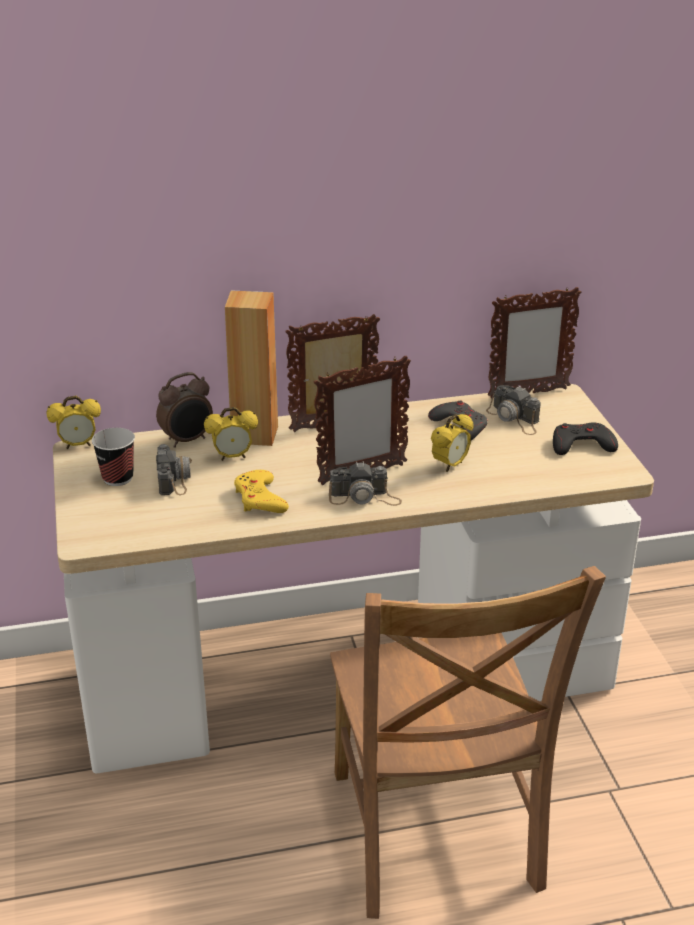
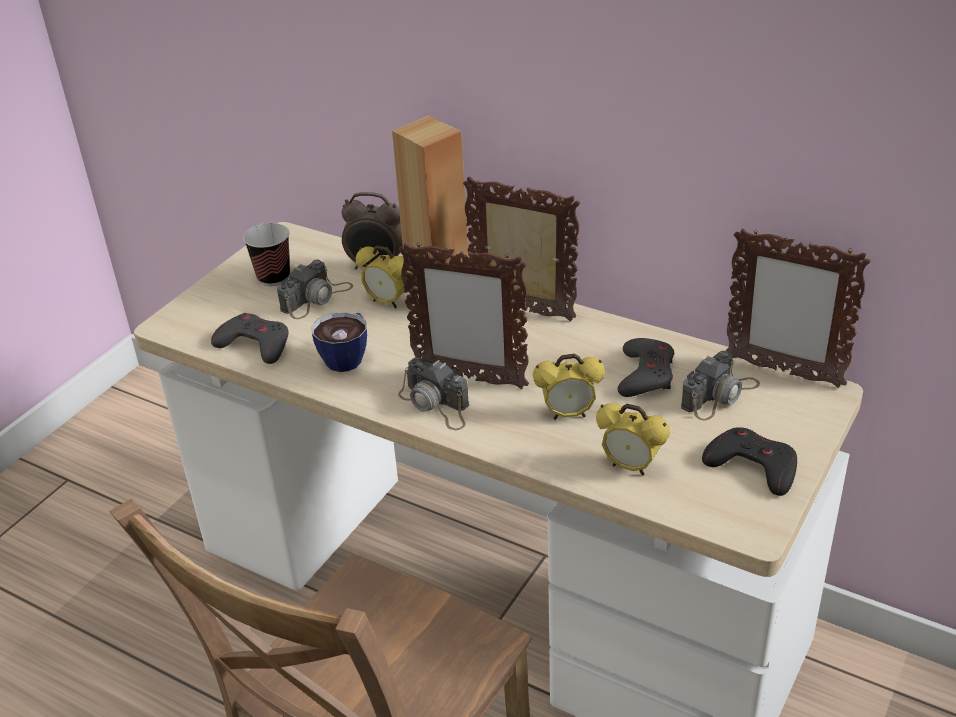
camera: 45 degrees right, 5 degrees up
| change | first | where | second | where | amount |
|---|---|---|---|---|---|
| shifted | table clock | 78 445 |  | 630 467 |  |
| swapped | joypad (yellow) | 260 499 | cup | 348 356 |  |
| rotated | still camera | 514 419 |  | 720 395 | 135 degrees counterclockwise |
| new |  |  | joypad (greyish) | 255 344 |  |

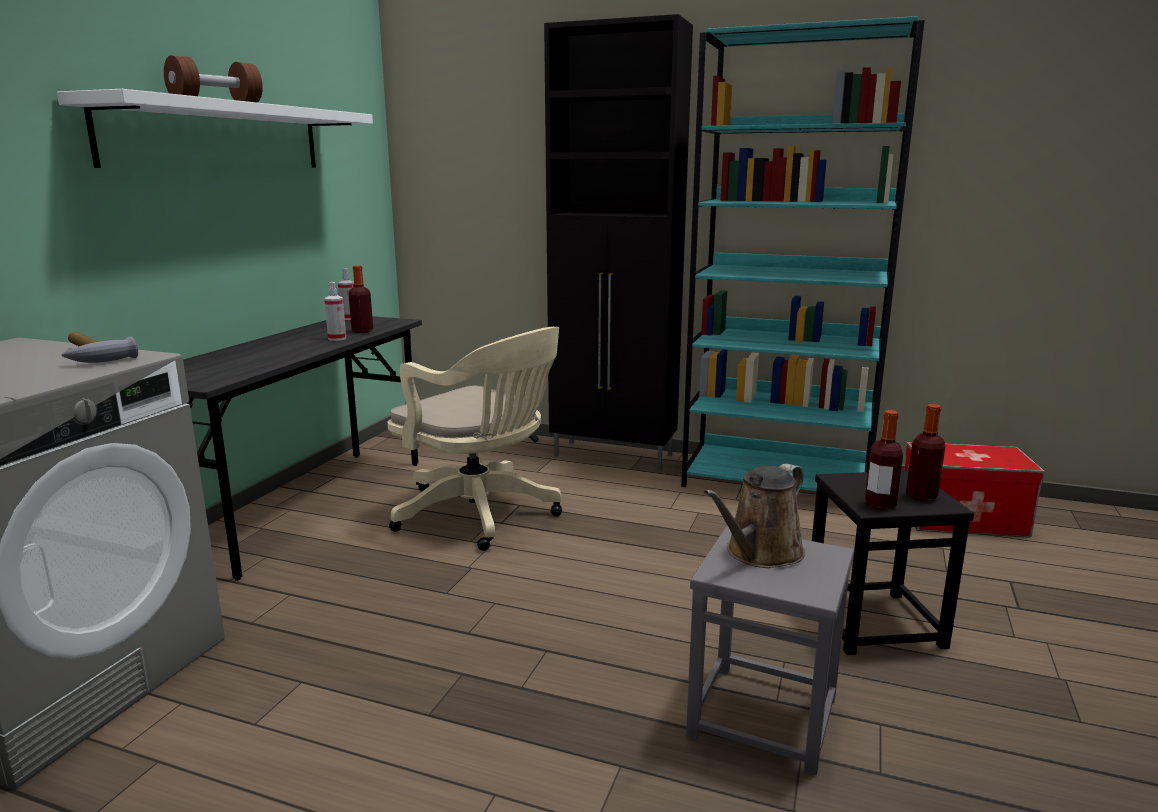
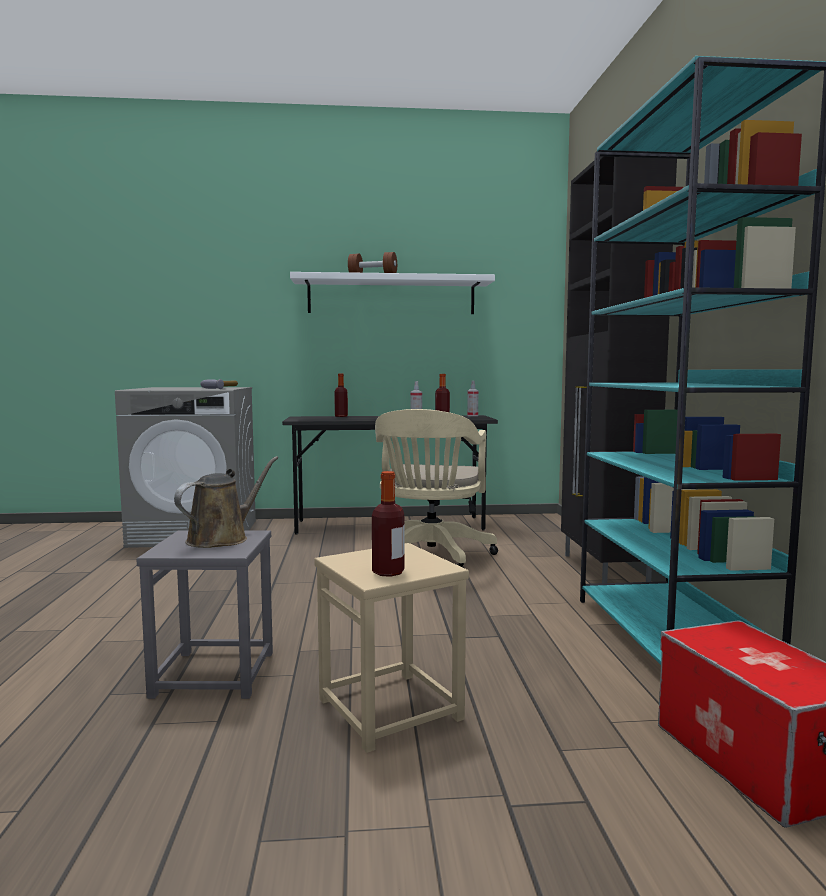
camera: 65 degrees right, 10 degrees down
| change | first | where | second | where | amount |
|---|---|---|---|---|---|
| rotated | sprinkling can (brown) | 760 553 |  | 222 538 | 105 degrees clockwise |
| repainted | sitting stool (black) | 873 622 | sitting stool (beige-coloured) | 391 709 |  |
| shifted | beverage bottle | 880 504 |  | 341 416 |  |

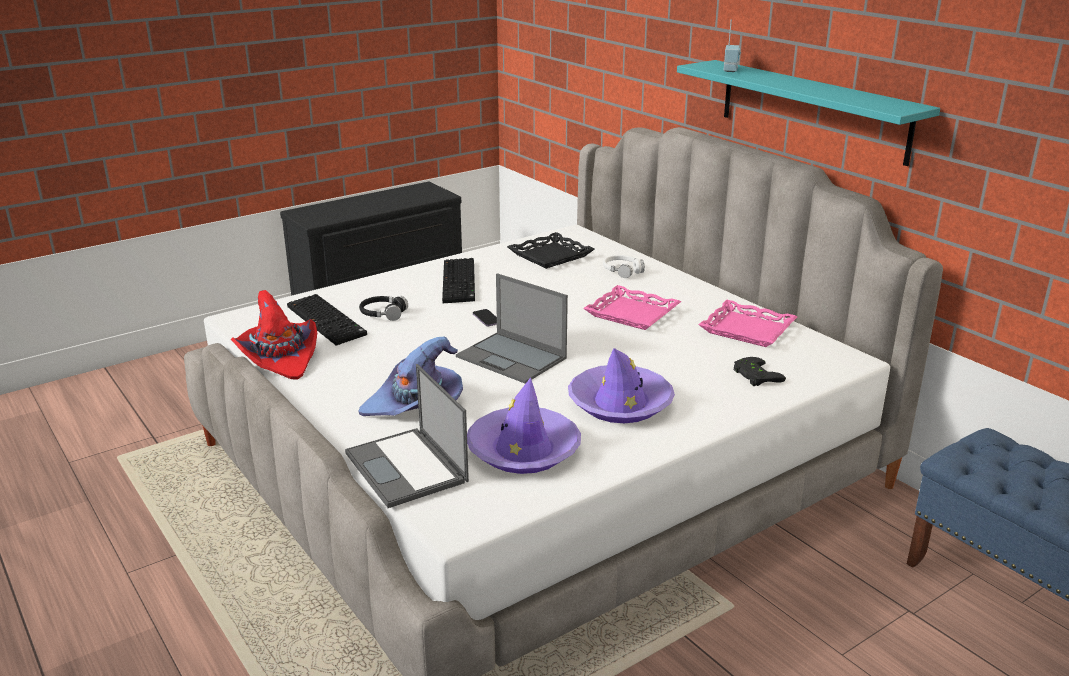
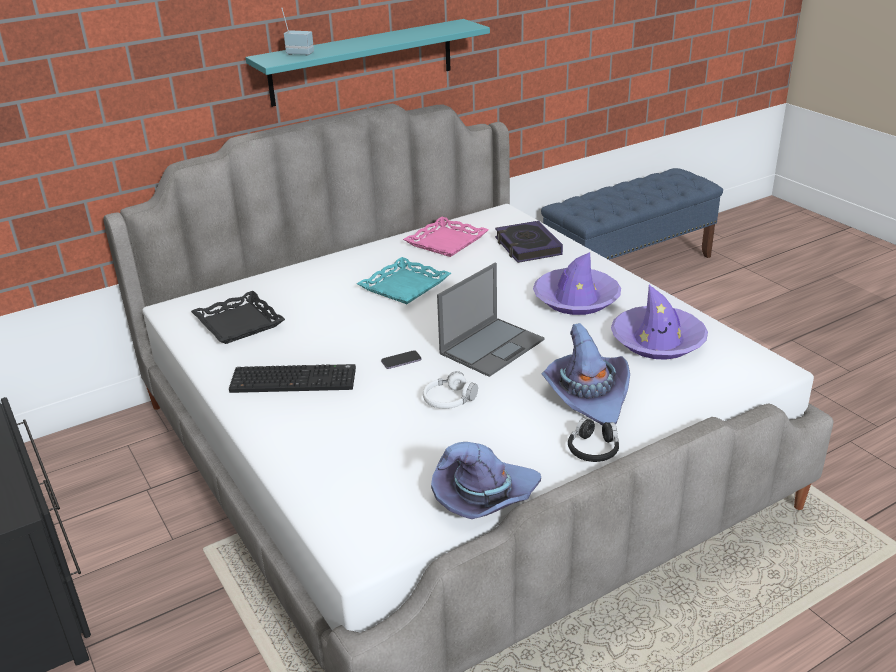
camera: 85 degrees left, 5 degrees up
| change | first | where | second | where | amount |
|---|---|---|---|---|---|
| repainted | clothing hat (red) | 280 357 | clothing hat (purple-coloured) | 484 497 |  |
| gone | computer keyboard | 328 321 |  |  |  |
| gone | laptop | 407 468 |  |  |  |
| shifted | headset (black) | 383 314 |  | 593 449 |  |
| repainted | tray (pinkish) | 631 314 | tray (blue-green) | 405 287 |  |
| shifted | headset (white) | 622 271 |  | 449 399 |  |
| swapped | joypad (black) | 754 376 | bound book | 527 247 |  |

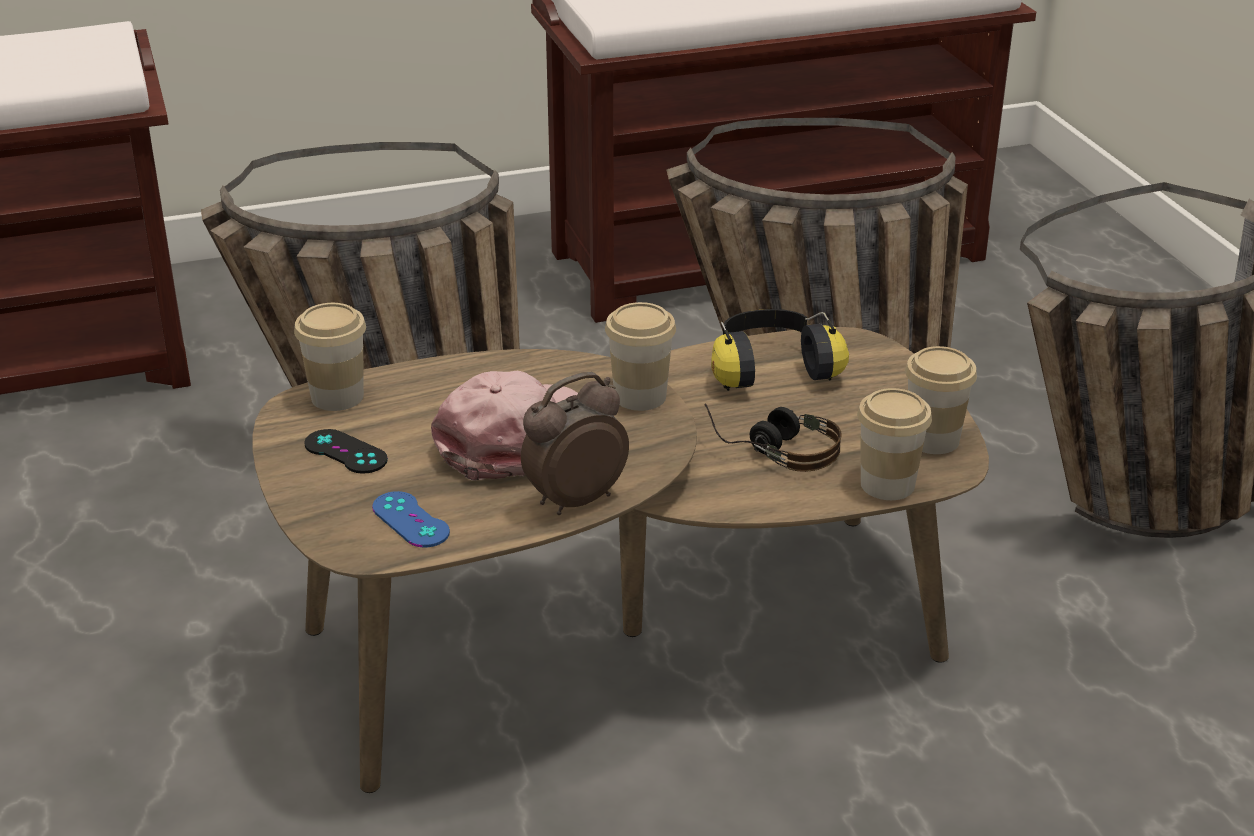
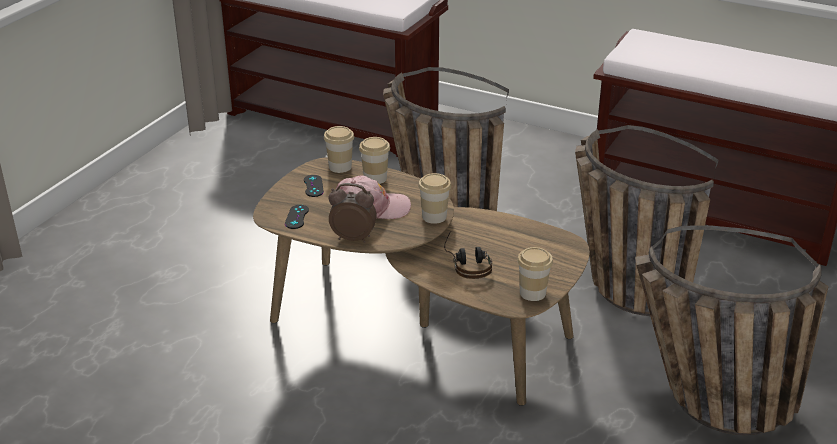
camera: 45 degrees right, 0 degrees up
| change | first | where | second | where | amount |
|---|---|---|---|---|---|
| repainted | joypad (bluish) | 410 520 | joypad (black) | 296 217 |  |
| gone | headset | 771 369 |  |  |  |
| shifted | cup | 887 484 |  | 375 178 |  |

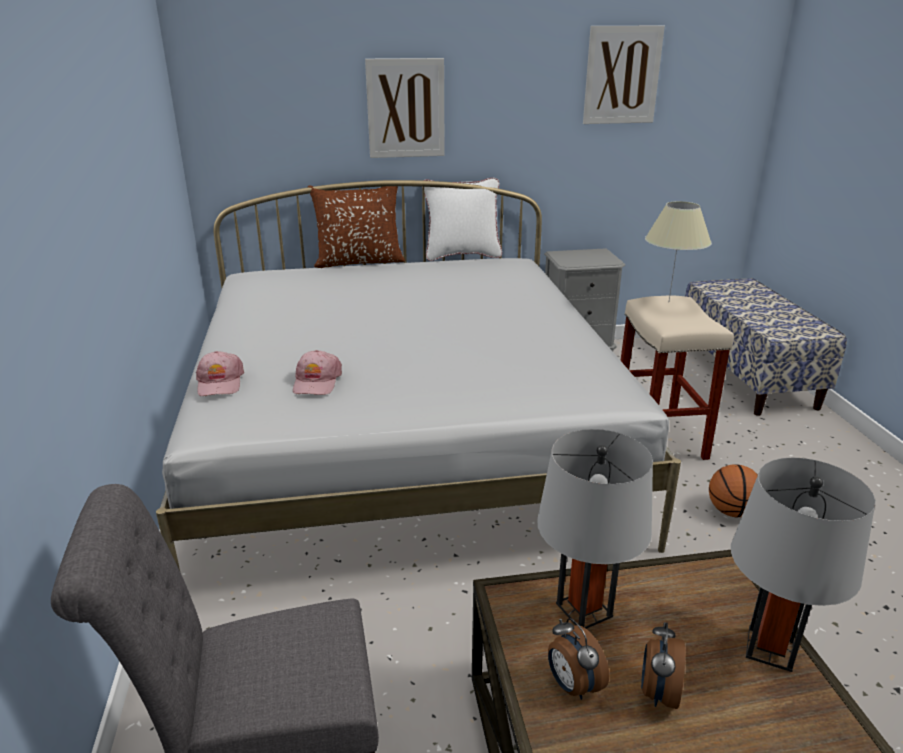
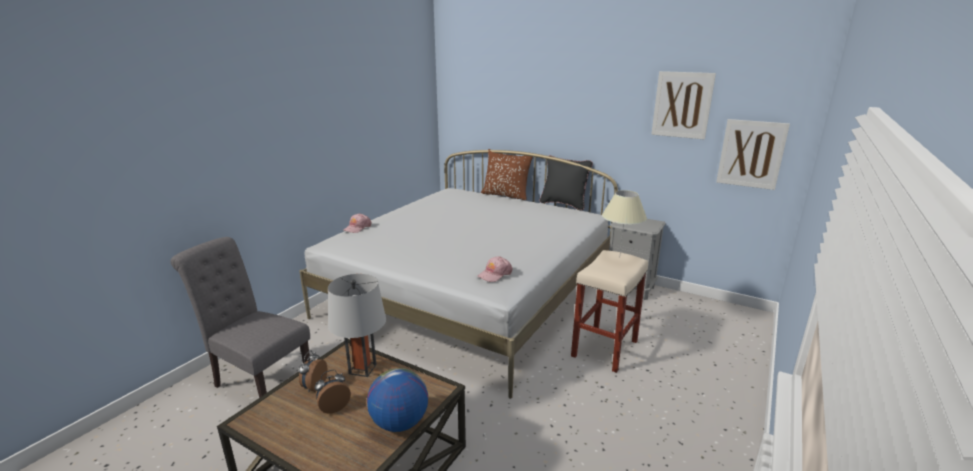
camera: 40 degrees right, 5 degrees down
| change | first | where | second | where | amount |
|---|---|---|---|---|---|
| shifted | cap (pinkish) | 316 382 |  | 495 274 |  |
| shifted | wall art | 406 108 |  | 751 154 |  |
| repainted | cushion (white) | 462 255 | cushion (black) | 564 204 |  |
| gone | indoor bench | 746 376 |  |  |  |
| gone | basketball | 731 512 |  |  |  |
| swapped | tabletop lamp (greyish) | 770 648 | desk globe | 399 423 |  |

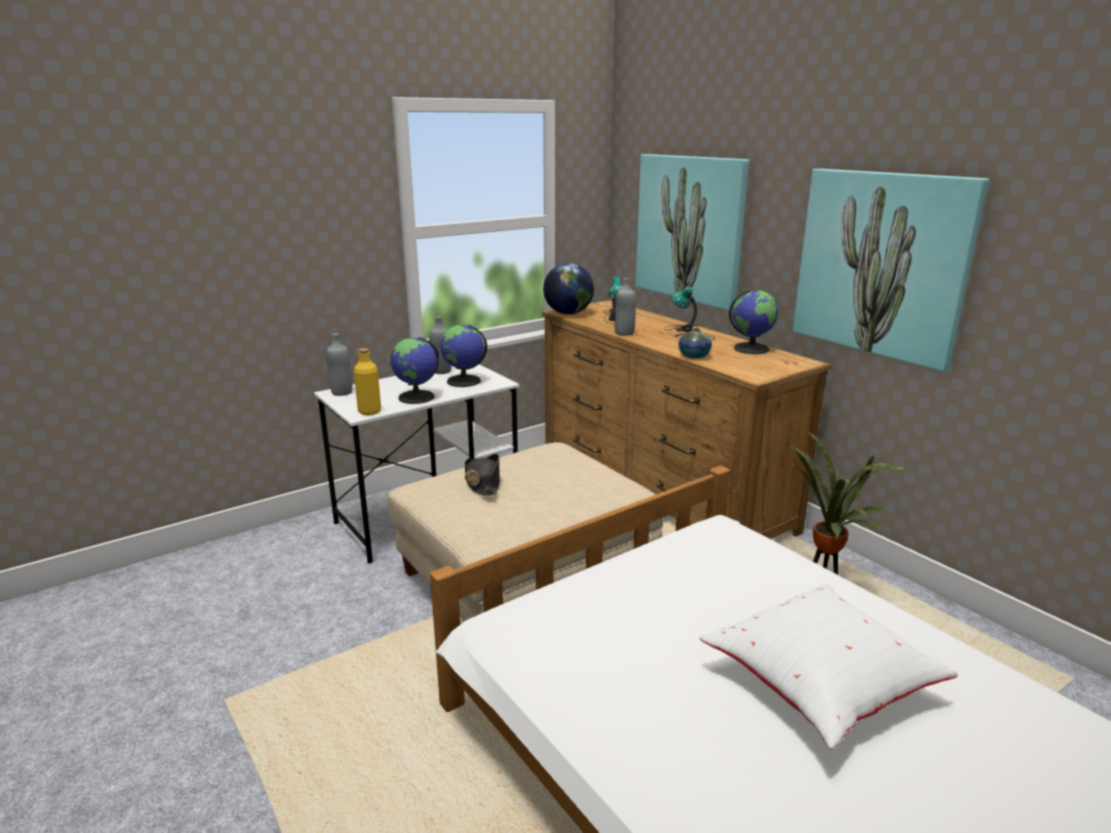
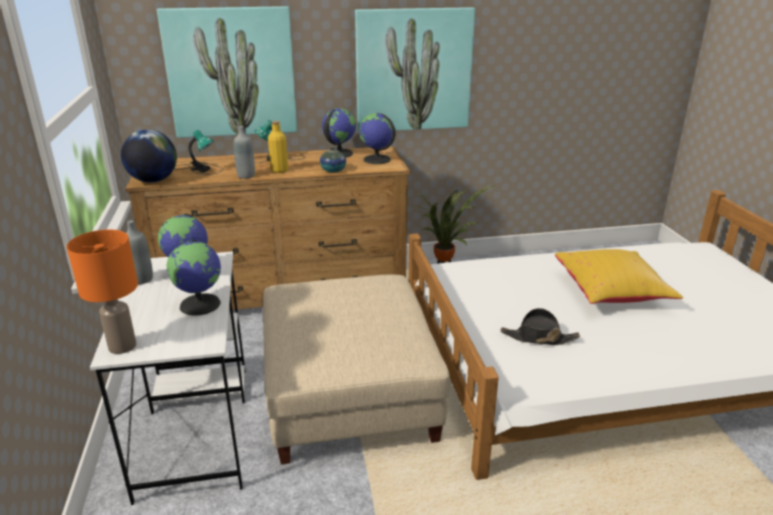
camera: 65 degrees left, 5 degrees up
| change | first | where | second | where | amount |
|---|---|---|---|---|---|
| swapped | beverage bottle (greyish) | 342 392 | tabletop lamp (orange-coloured) | 121 346 |  |
| shifted | beverage bottle (yellow) | 369 411 |  | 279 170 |  |
| shifted | clothing hat (black) | 483 482 |  | 538 338 |  |
| repainted | cushion (white) | 821 685 | cushion (yellow) | 611 293 |  |
| new |  |  | desk globe | 376 160 |  |

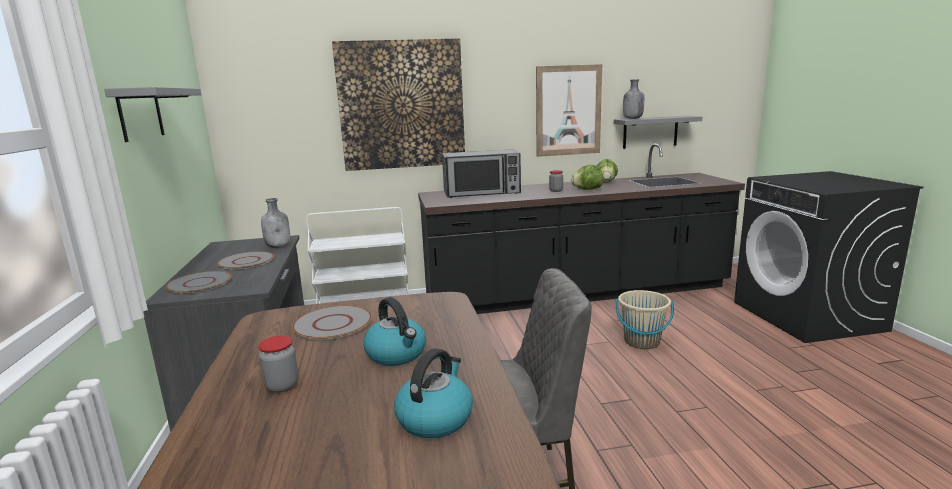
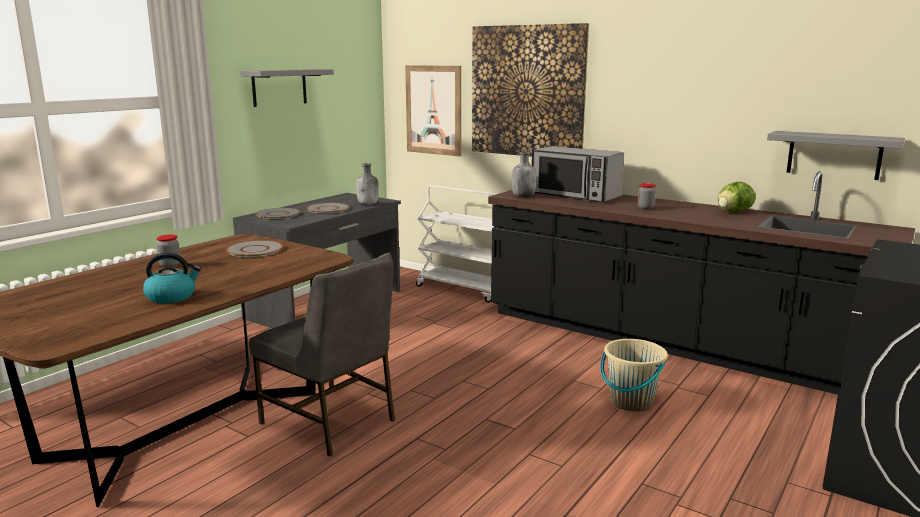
camera: 45 degrees right, 0 degrees up
| change | first | where | second | where | amount |
|---|---|---|---|---|---|
| gone | tea kettle | 397 354 |  |  |  |
| shifted | wall art | 568 111 |  | 433 110 |  |
| gone | lettuce | 587 189 |  |  |  |
| shifted | beverage bottle (greyish) | 632 119 |  | 523 197 |  |

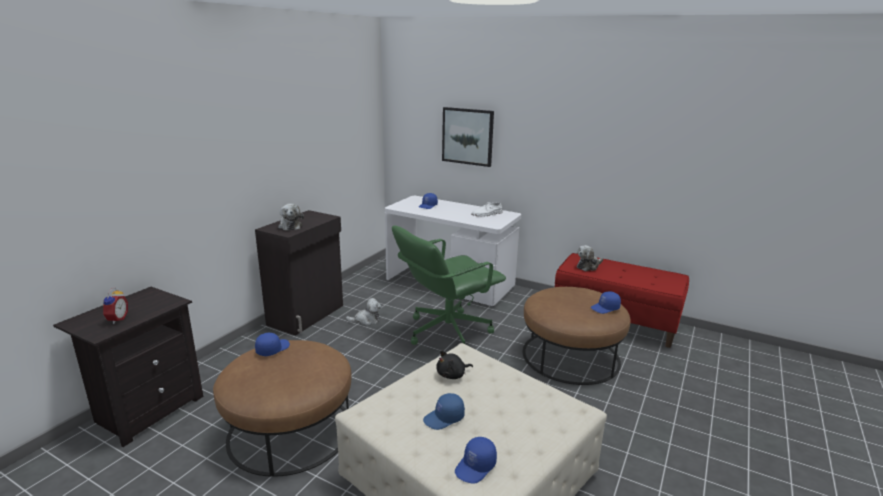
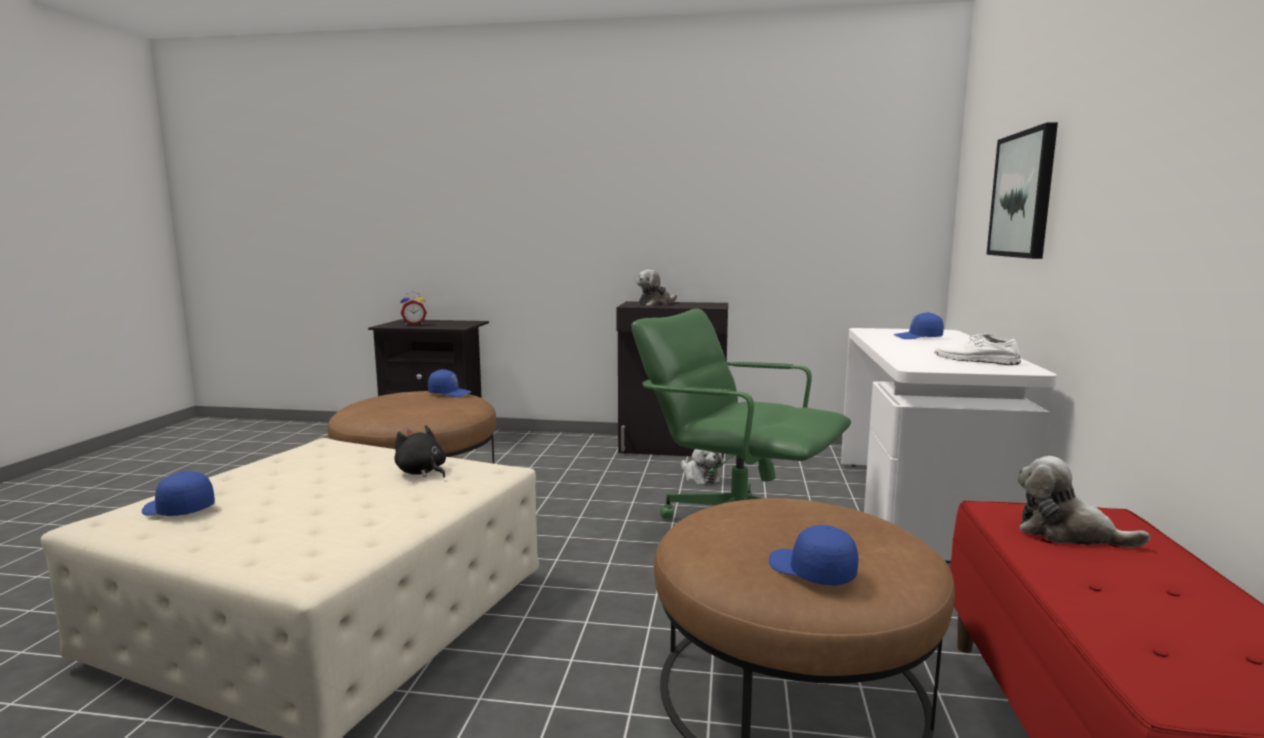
camera: 70 degrees right, 10 degrees down
| change | first | where | second | where | amount |
|---|---|---|---|---|---|
| gone | cap (bluish) | 444 418 |  |  |  |

